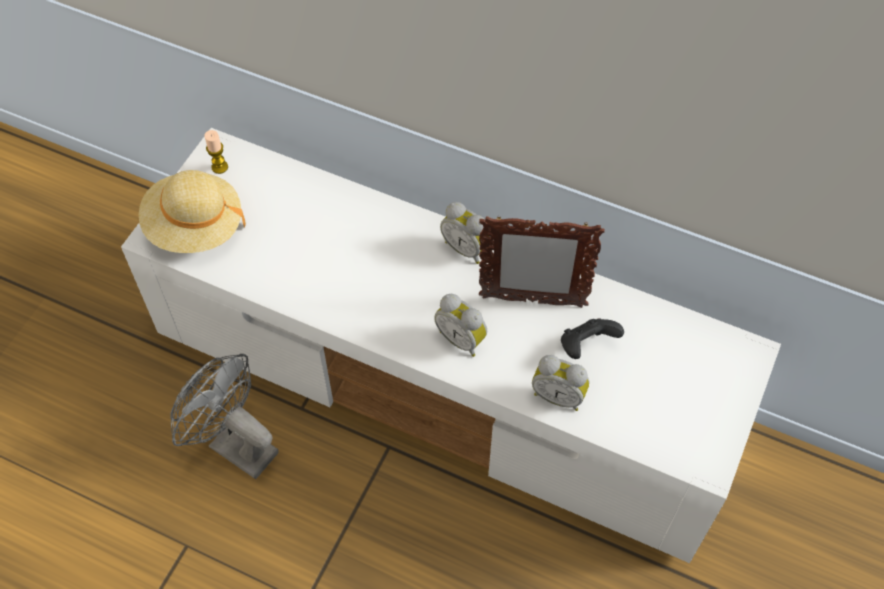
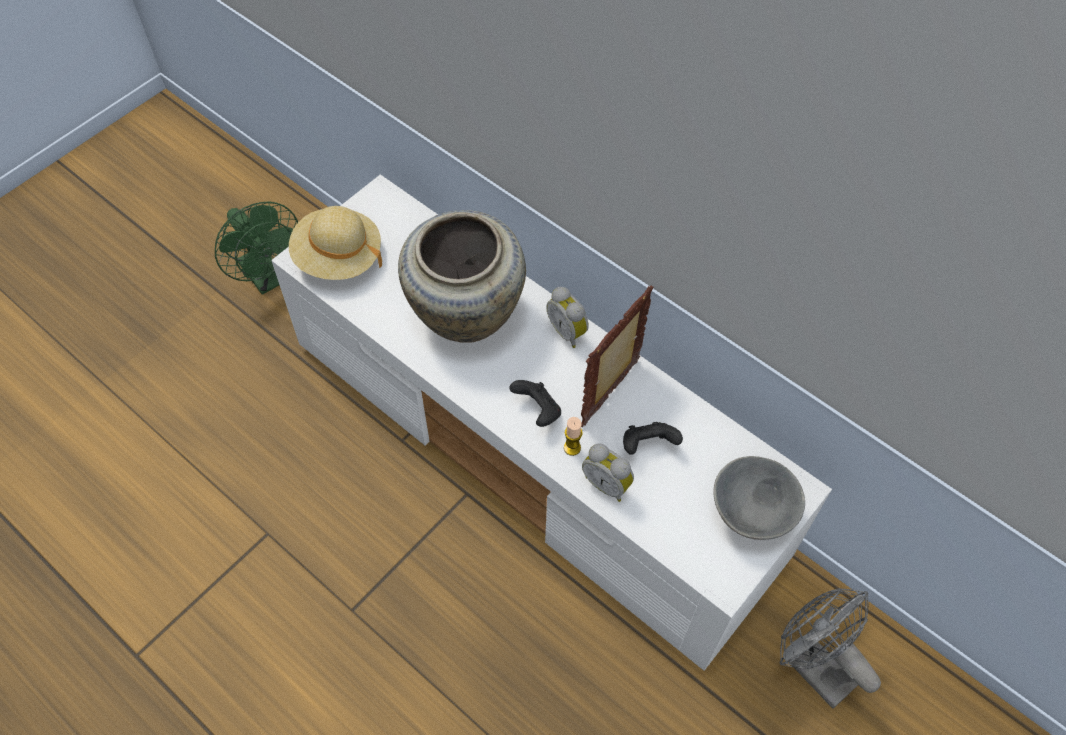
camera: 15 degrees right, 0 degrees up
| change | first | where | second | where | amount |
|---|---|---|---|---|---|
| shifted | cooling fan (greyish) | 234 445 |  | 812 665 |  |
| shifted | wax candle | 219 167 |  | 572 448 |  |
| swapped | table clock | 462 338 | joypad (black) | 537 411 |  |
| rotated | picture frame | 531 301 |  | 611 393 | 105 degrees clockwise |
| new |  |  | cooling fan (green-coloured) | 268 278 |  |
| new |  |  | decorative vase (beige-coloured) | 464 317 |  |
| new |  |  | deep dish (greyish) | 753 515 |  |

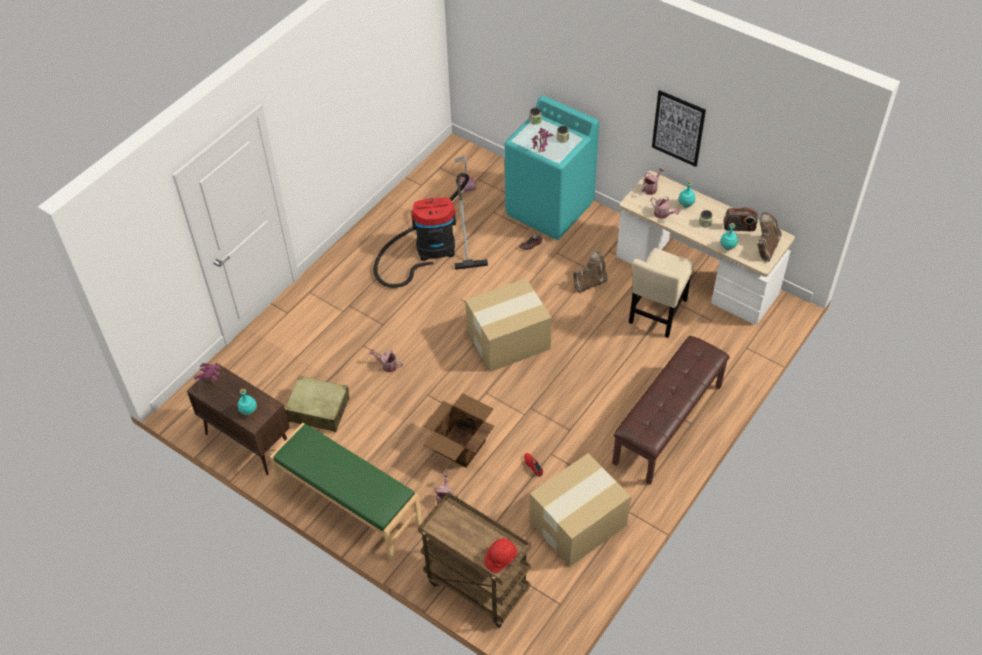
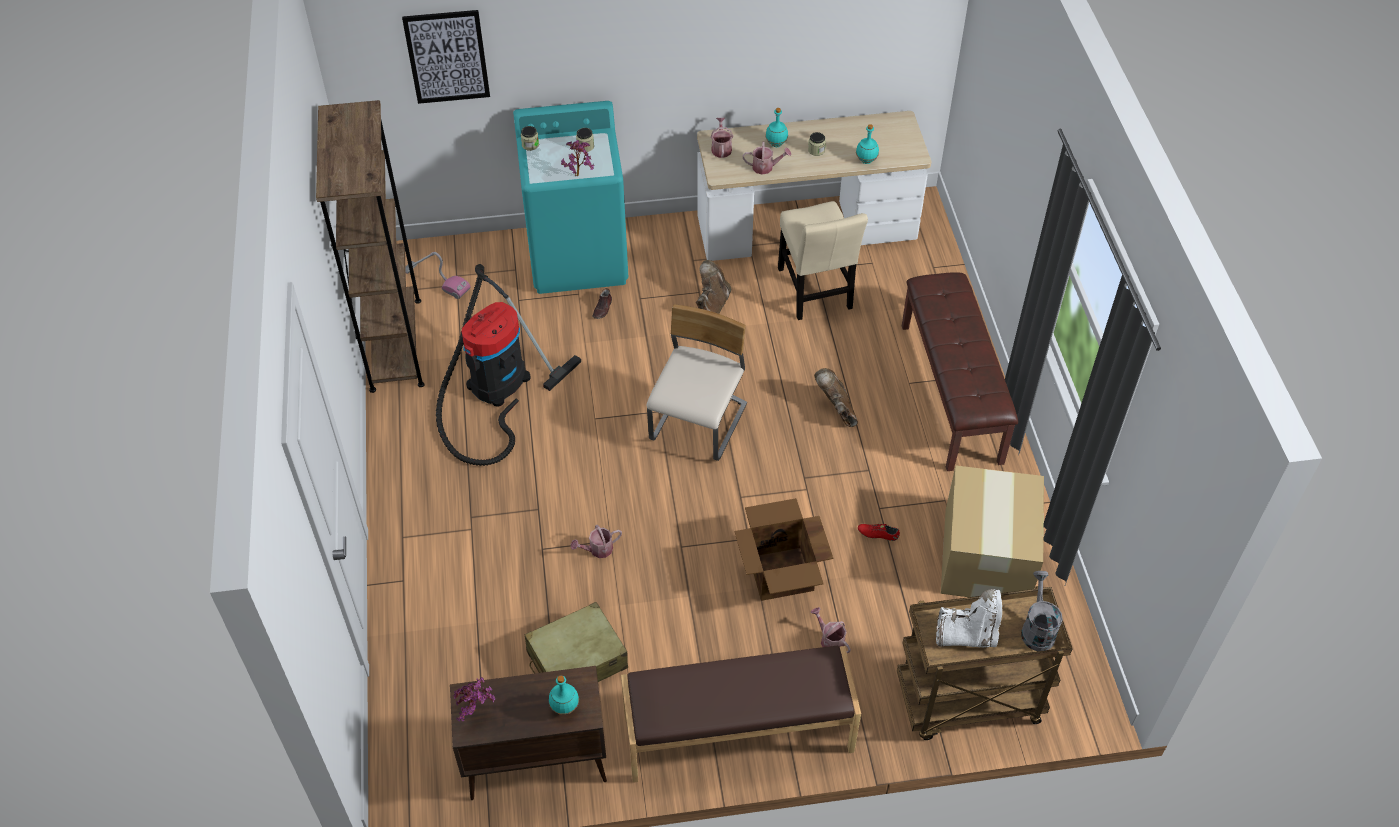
camera: 45 degrees left, 0 degrees up
| change | first | where | second | where | amount |
|---|---|---|---|---|---|
| repainted | indoor bench (green-coloured) | 348 505 | indoor bench (brown) | 738 734 |  |
| swapped | cardboard box | 509 340 | plain chair (beige-coloured) | 699 424 |  |
| swapped | safety helmet (red) | 500 558 | sprinkling can (greyish) | 1037 628 |  |
| shifted | wall art | 678 128 |  | 447 56 |  |
| gone | radio receiver | 739 227 |  |  |  |
| shifted | high-top boot (brown) | 765 247 |  | 836 410 |  |
| new |  |  | bookcase (brown) | 396 344 |  |
| new |  |  | high-top boot (white) | 968 636 |  |

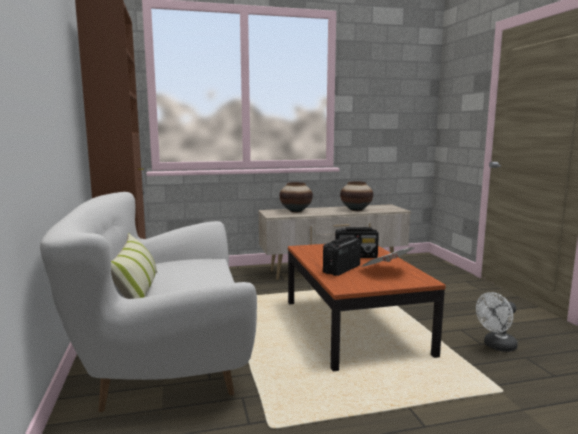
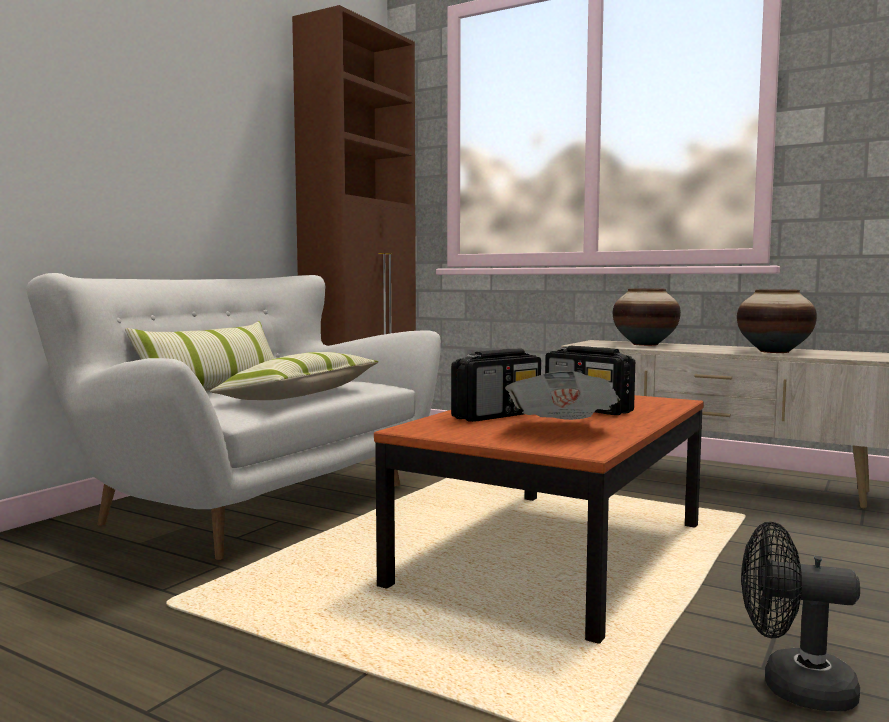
camera: 45 degrees right, 5 degrees down
| change | first | where | second | where | amount |
|---|---|---|---|---|---|
| rotated | radio receiver | 341 269 |  | 497 415 | 150 degrees clockwise |
| repainted | cooling fan (white) | 496 346 | cooling fan (black) | 793 687 |  |
| new |  |  | cushion | 301 395 |  |

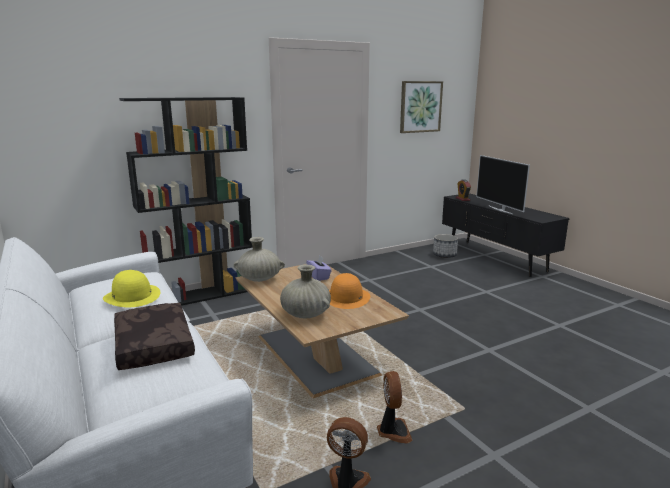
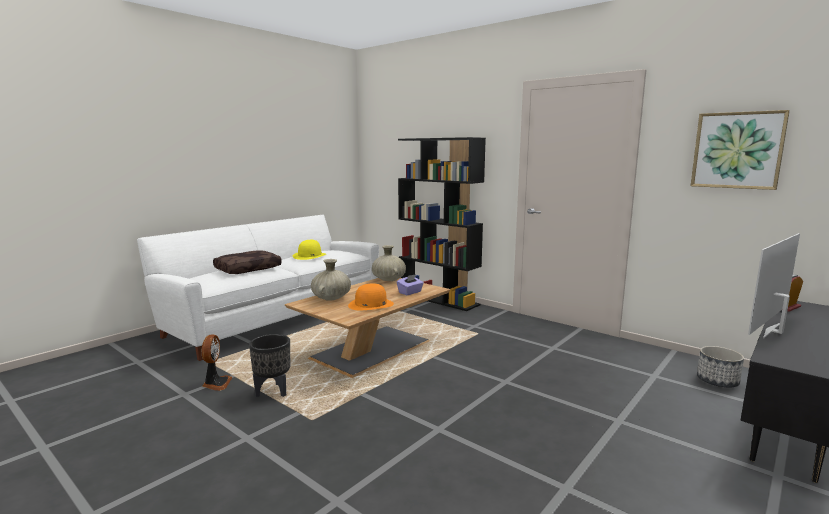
camera: 70 degrees right, 5 degrees down
| change | first | where | second | where | amount |
|---|---|---|---|---|---|
| swapped | cooling fan | 393 431 | planter (black) | 273 392 |  |

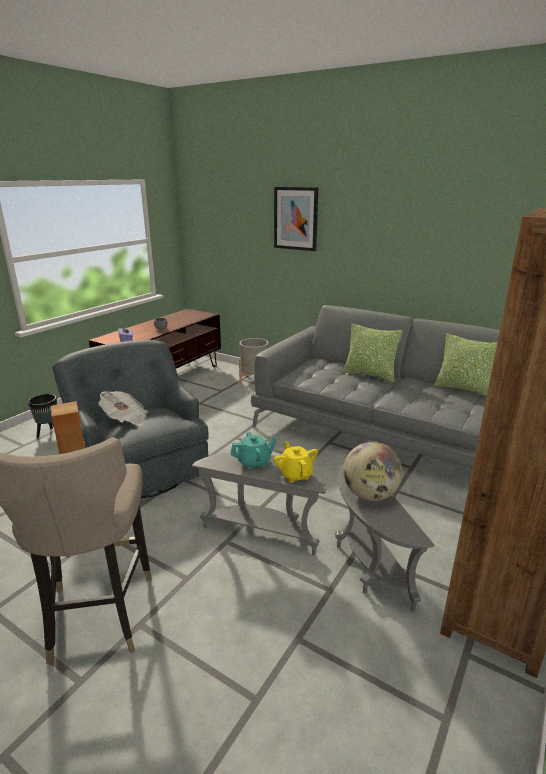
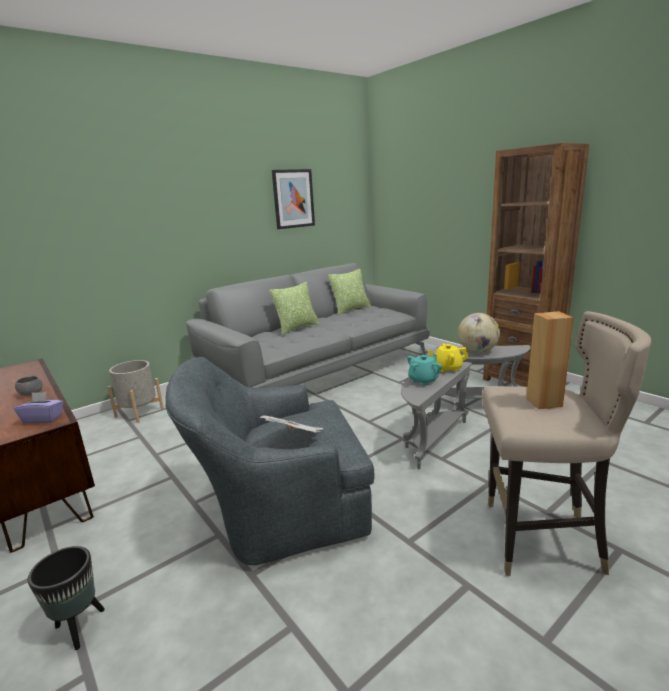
camera: 70 degrees left, 5 degrees down
| change | first | where | second | where | amount |
|---|---|---|---|---|---|
| rotated | teapot (blue-green) | 254 462 |  | 423 380 | 45 degrees clockwise |
| shifted | wall art | 296 218 |  | 293 199 |  |

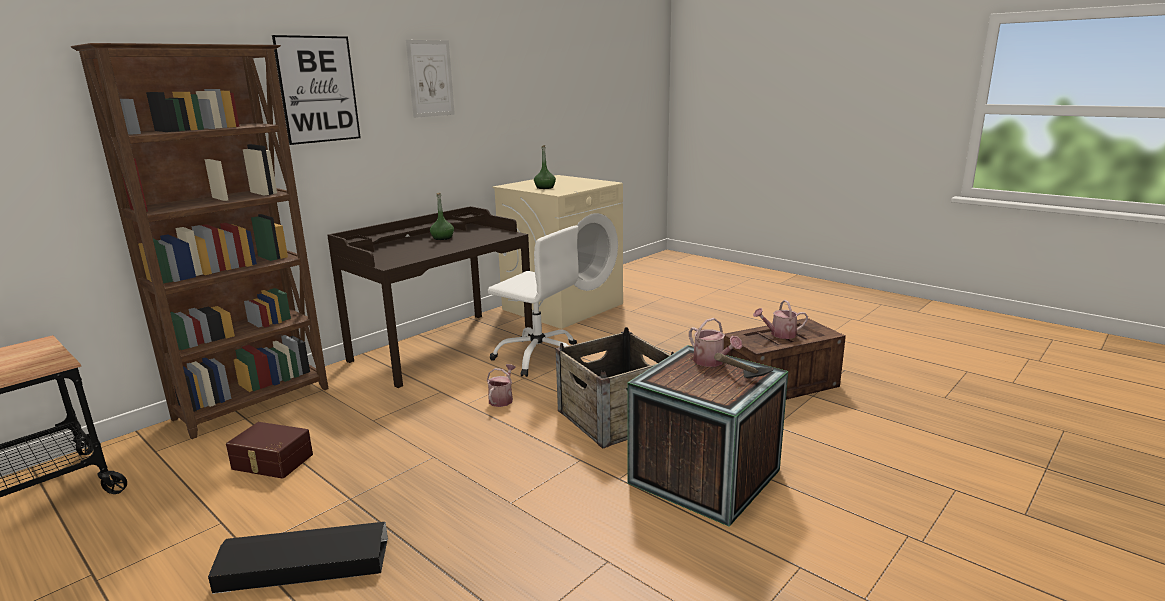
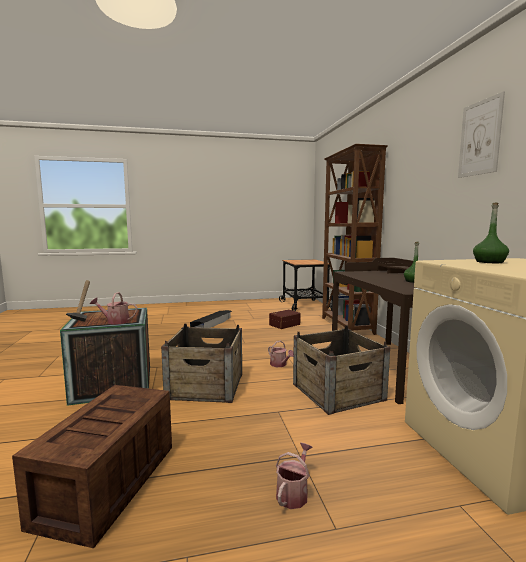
camera: 125 degrees right, 10 degrees down
| change | first | where | second | where | amount |
|---|---|---|---|---|---|
| gone | wall art | 318 89 |  |  |  |
| swapped | office chair (white) | 539 356 | packing crate | 337 392 |  |
| shifted | sprinkling can | 779 334 |  | 294 493 |  |

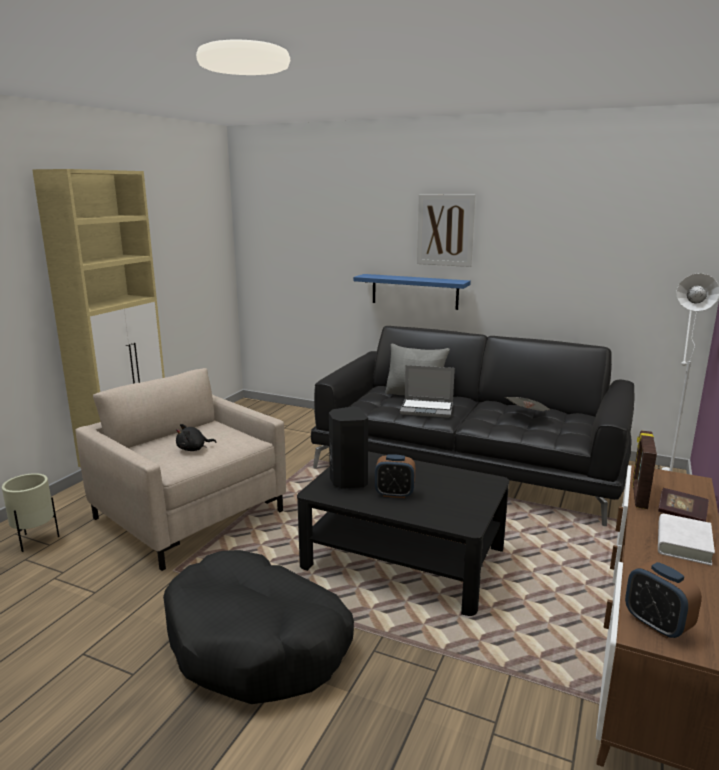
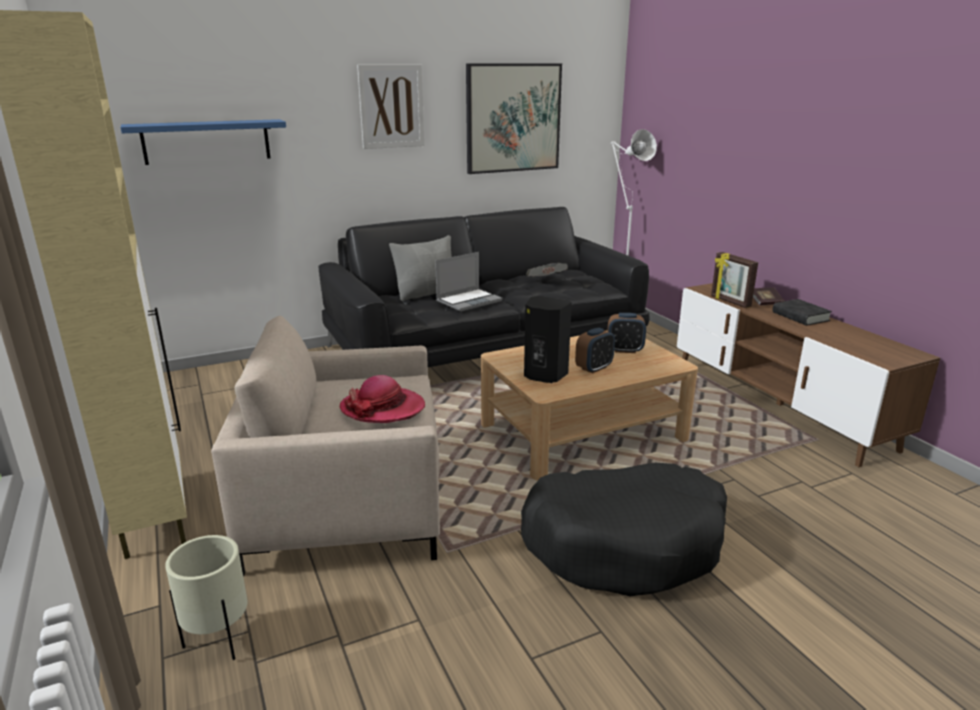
camera: 50 degrees left, 5 degrees up
| change | first | where | second | where | amount |
|---|---|---|---|---|---|
| swapped | cuddly toy (black) | 193 449 | clothing hat | 382 408 |  |
| repainted | coffee table (black) | 404 557 | coffee table (beige-coloured) | 582 431 |  |
| shifted | wall shelf (bluish) | 414 291 |  | 206 141 |  |
| shifted | table clock | 657 624 |  | 624 350 |  |
| repainted | bound book (white) | 683 544 | bound book (black) | 800 316 |  |
| new |  |  | wall art | 513 118 |  |

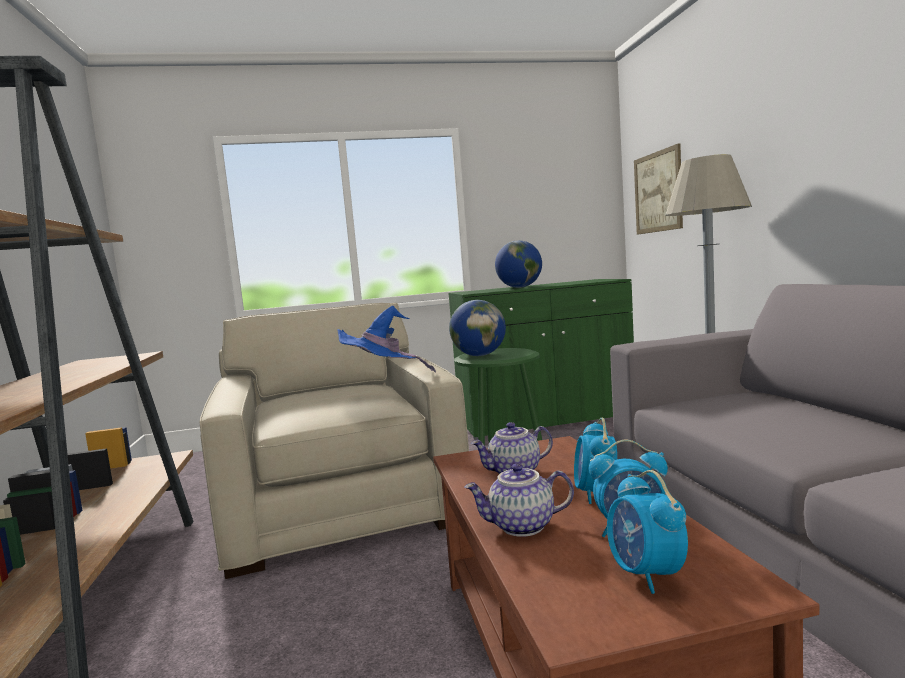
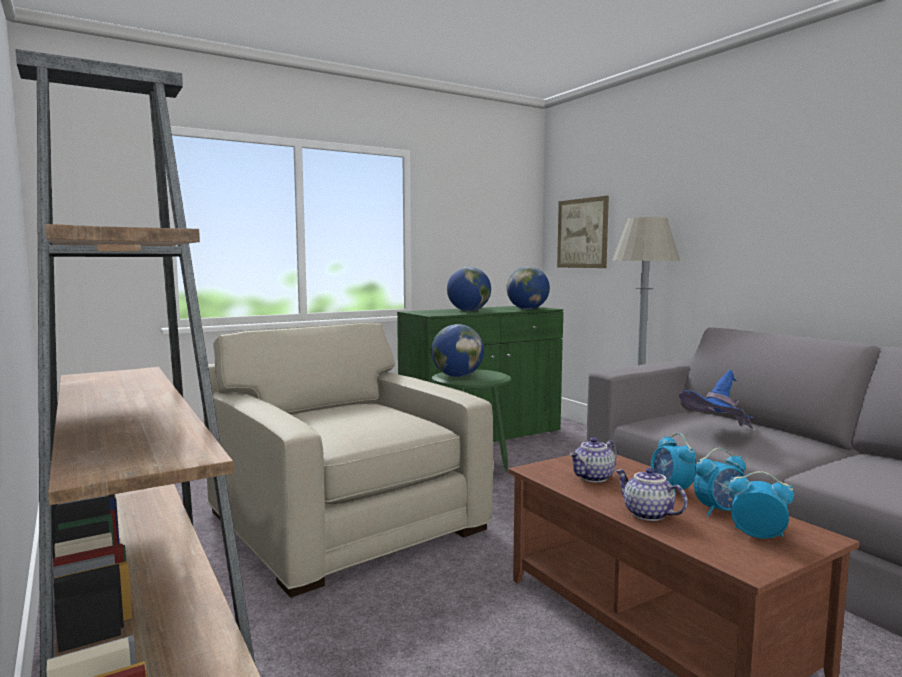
camera: 20 degrees left, 0 degrees up
| change | first | where | second | where | amount |
|---|---|---|---|---|---|
| shifted | clothing hat (bluish) | 383 378 |  | 718 434 |  |
| rotated | teapot | 521 527 |  | 647 514 | 75 degrees clockwise |
| rotated | table clock | 646 574 |  | 757 535 | 150 degrees clockwise |
| new |  |  | desk globe | 527 309 |  |

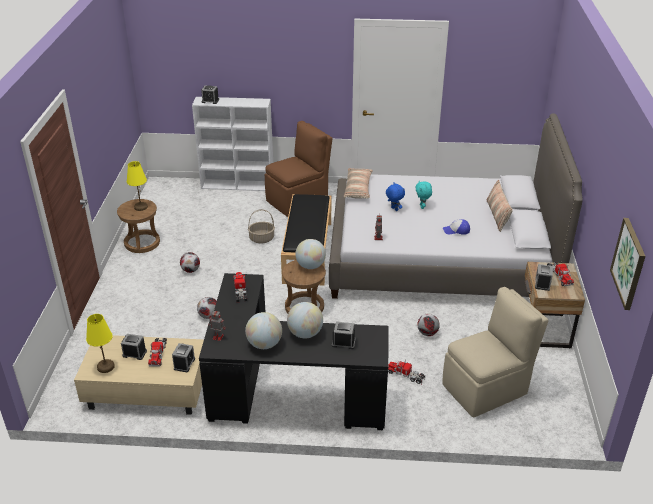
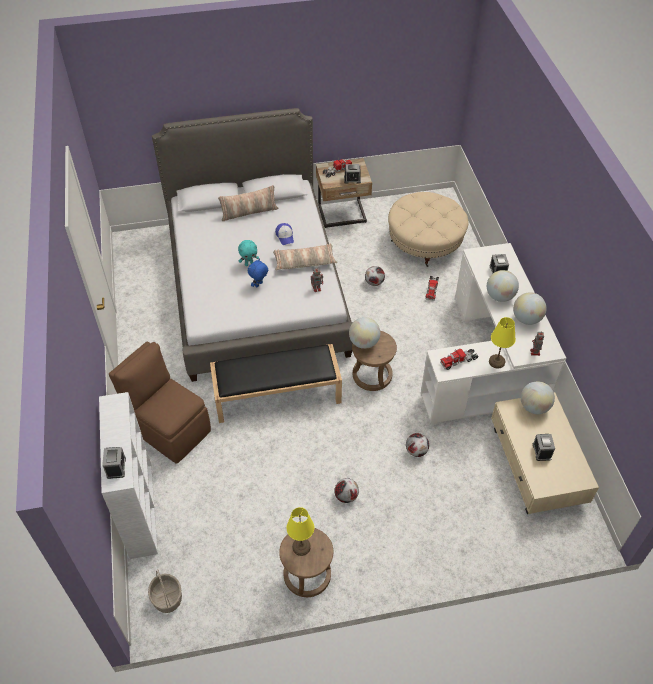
camera: 105 degrees left, 15 degrees up
| change | first | where | second | where | amount |
|---|---|---|---|---|---|
| shifted | tabletop lamp (yellow) | 106 367 |  | 496 361 |  |
| gone | toy lorry | 158 354 |  |  |  |
| swapped | table clock | 184 364 | desk globe | 534 407 |  |
| repainted | desk table (black) | 282 391 | desk table (white) | 489 364 |  |
| shifted | household basket | 262 238 |  | 167 598 |  |
| shifted | cushion | 358 188 |  | 304 261 |  |
| swapped | plain chair (beige-coloured) | 486 388 | ottoman (beige-coloured) | 425 242 |  |
| gone | wall art | 629 263 |  |  |  |

